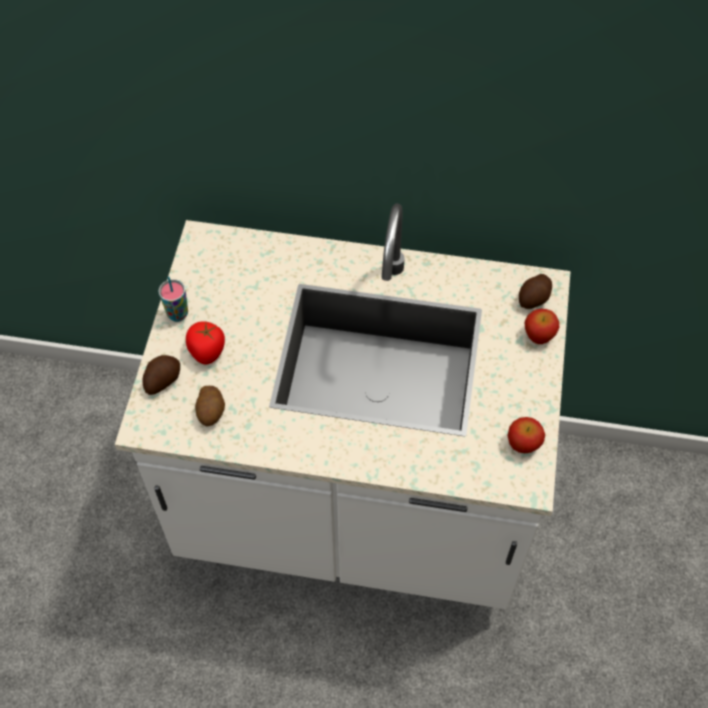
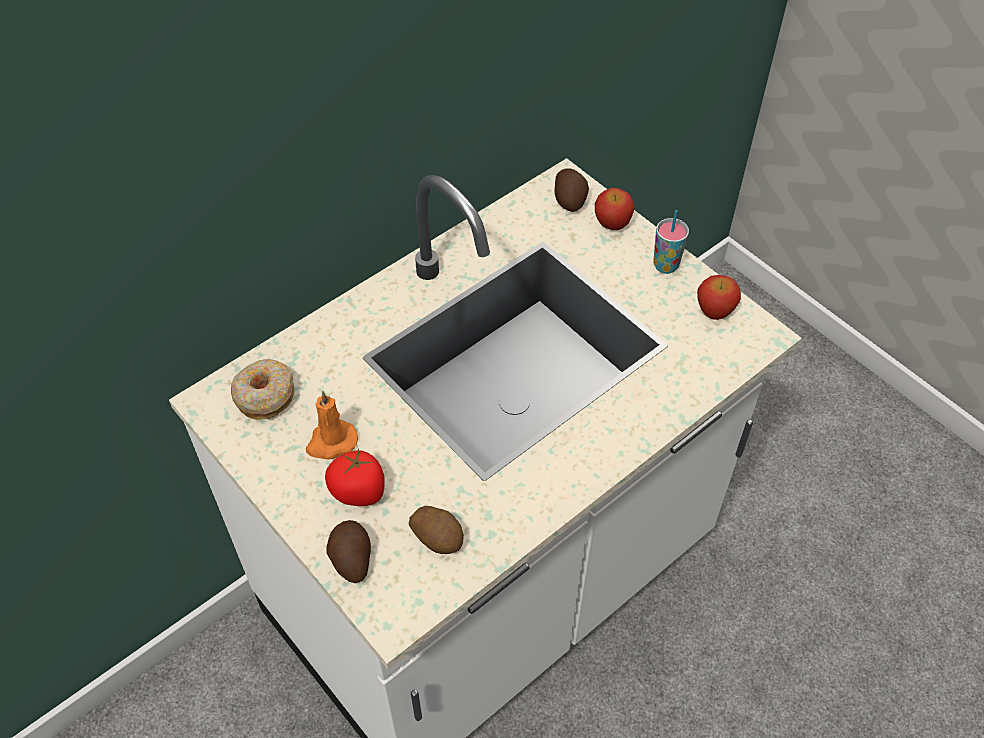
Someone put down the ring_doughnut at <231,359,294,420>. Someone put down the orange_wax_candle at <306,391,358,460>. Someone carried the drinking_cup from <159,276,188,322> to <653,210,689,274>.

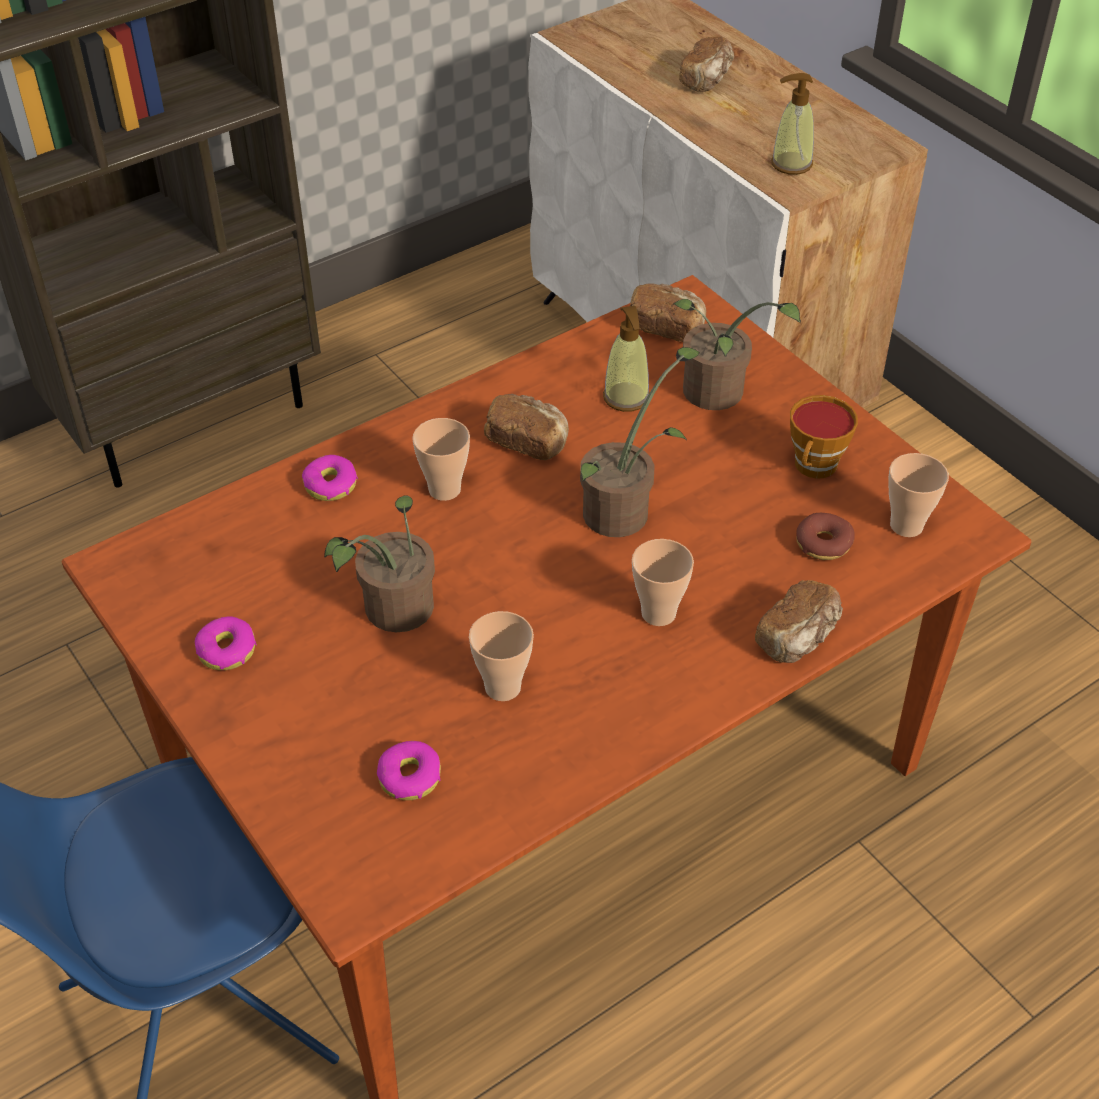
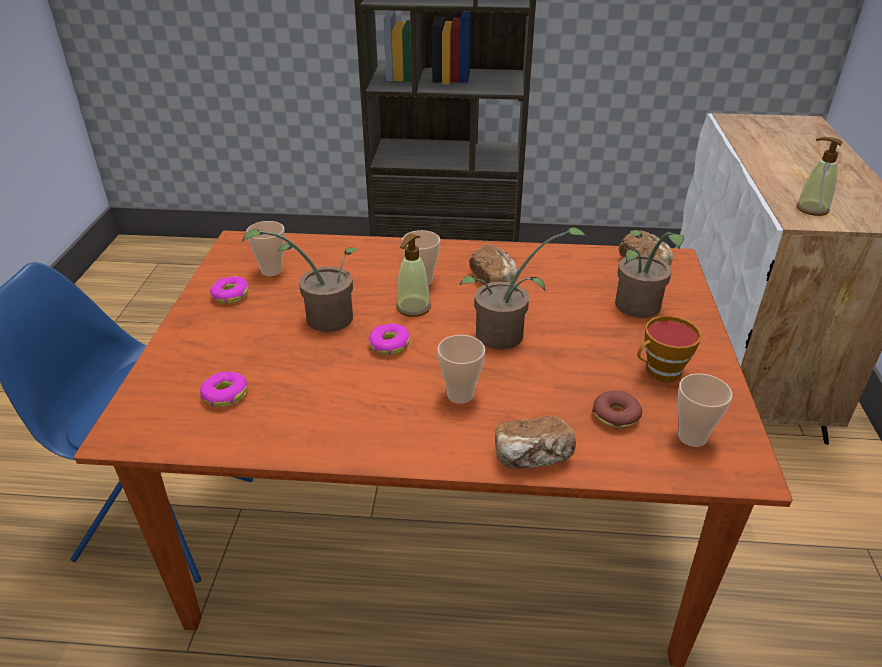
Someone carried the drinking_cup from <469,611,534,701> to <246,221,285,276>. Someone carried the ring_doughnut from <302,455,358,501> to <369,323,409,355>. Someone carried the soap_dispenser from <603,306,649,412> to <396,234,431,317>. Someone took away the bakery_bread at <679,37,734,92>.

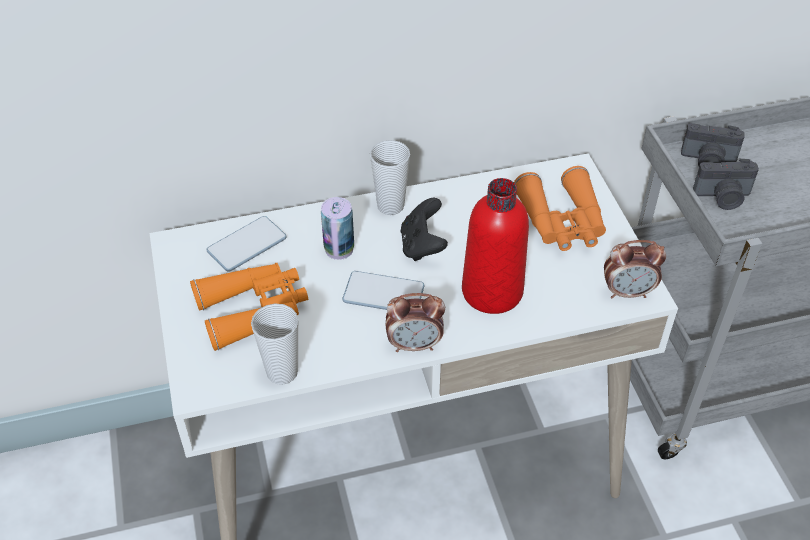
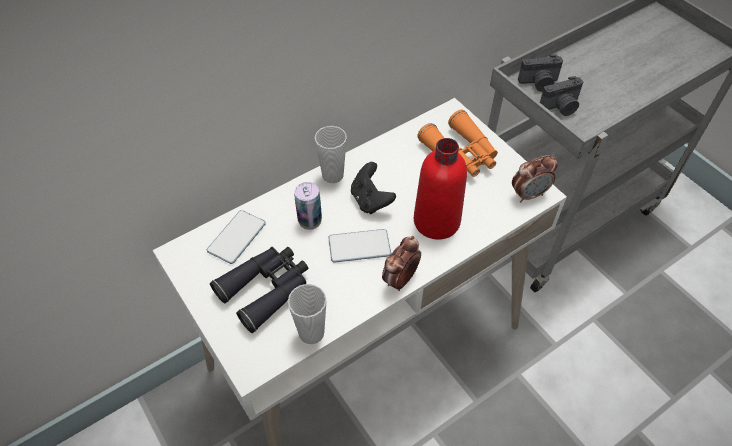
Someone repainted the orange_binoculars at <190,263,308,351>, which became the black-coloured_binoculars at <210,247,309,333>. Someone rotated the bedside_clock at <386,293,445,352> by 150 degrees clockwise.

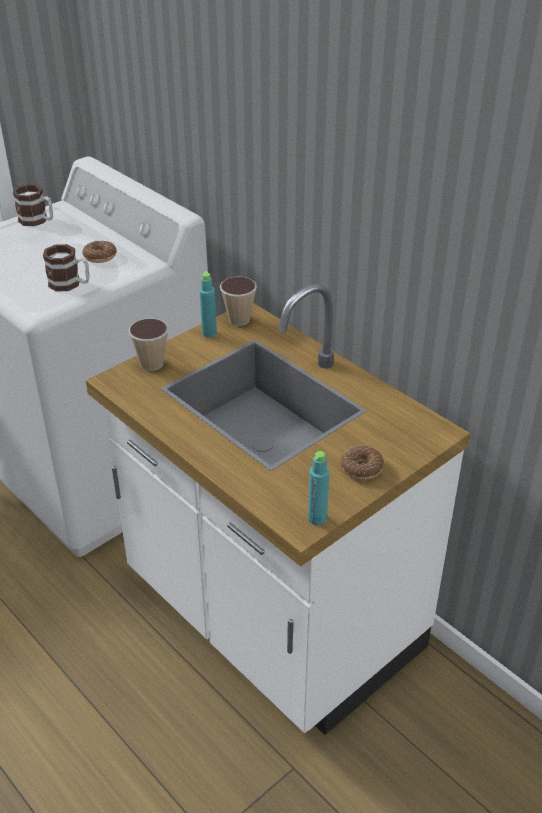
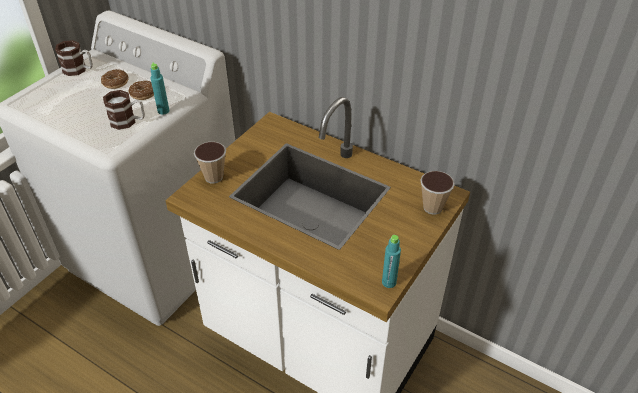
Someone carried the ring_doughnut from <341,446,384,480> to <101,69,129,89>. Someone carried the turquoise-coloured_drink_bottle from <200,271,217,337> to <150,62,170,115>. Someone carried the drinking_cup from <220,276,257,326> to <420,171,455,215>.

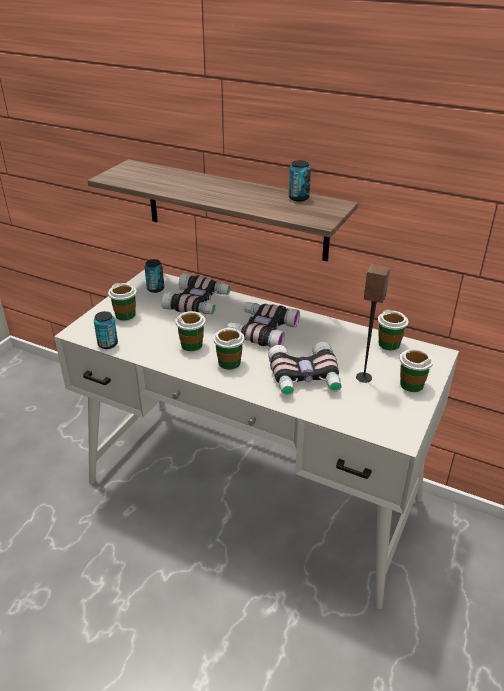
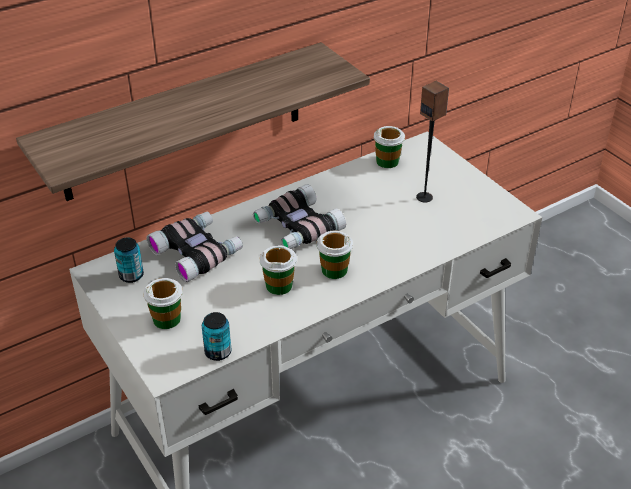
Someone took away the binoculars at <268,342,342,396>. Someone took away the sealed_can at <289,160,311,202>. Someone took away the drinking_cup at <400,349,433,392>.

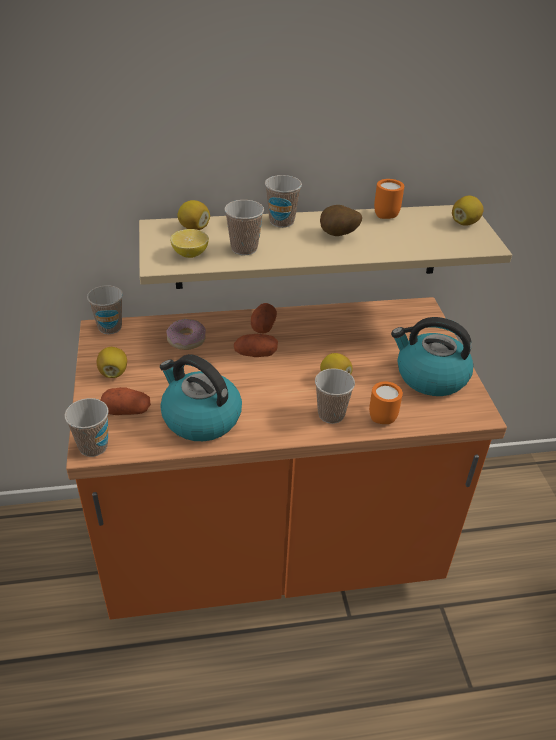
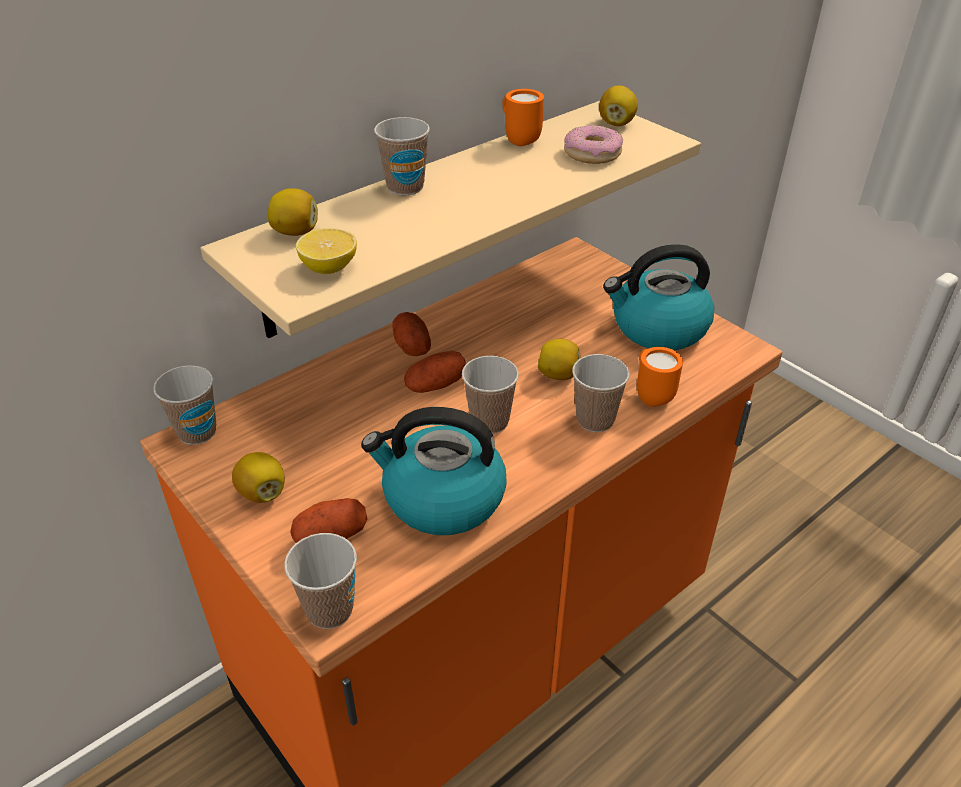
Someone carried the drinking_cup from <224,200,264,255> to <462,356,519,434>. Someone carried the ring_doughnut from <166,319,206,350> to <564,125,623,164>. Someone took away the potato at <320,205,362,236>.

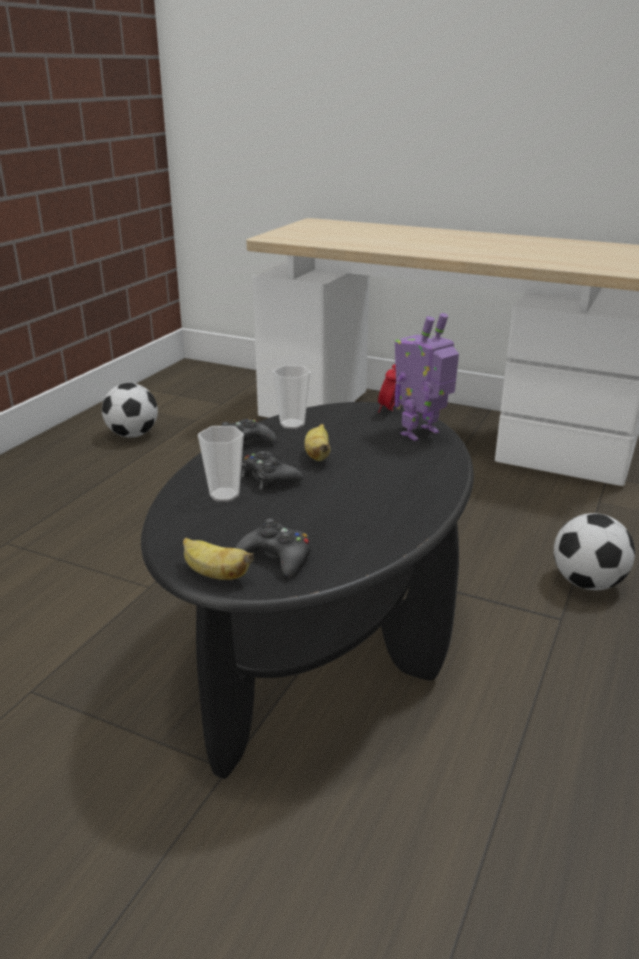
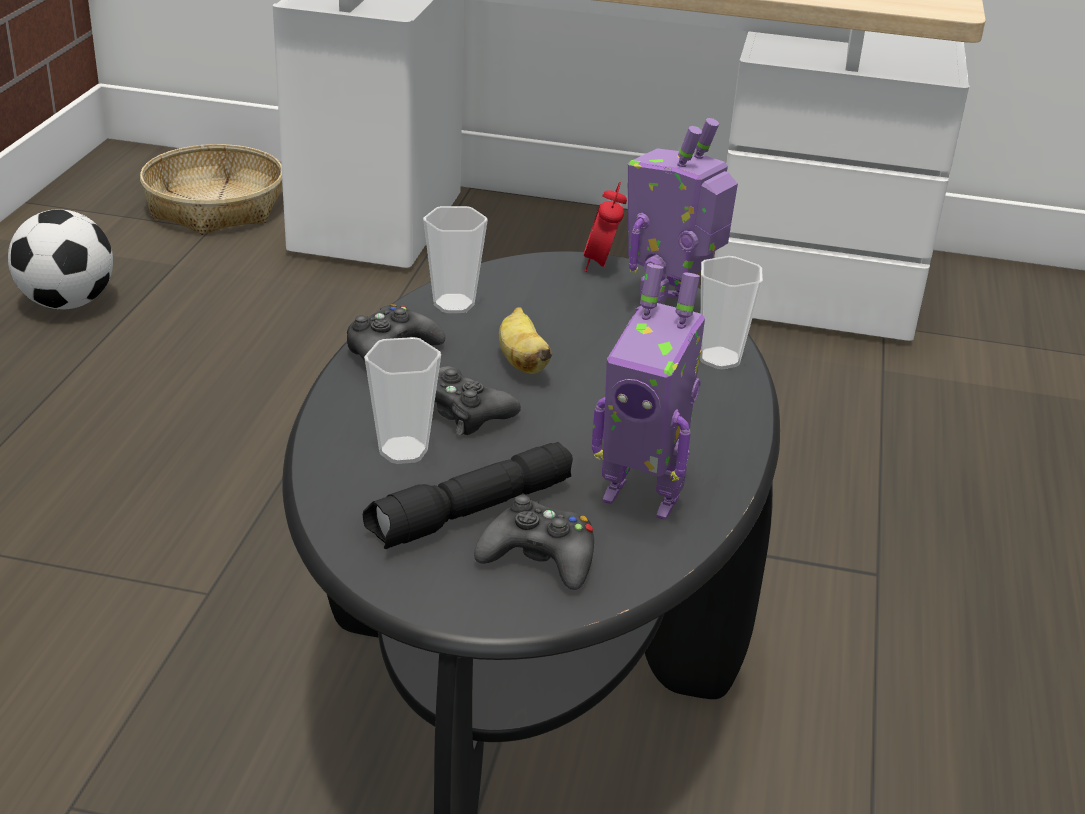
Someone put down the basket at <140,144,282,235>. Someone put down the black-coloured_flashlight at <363,442,573,549>. Someone put down the robot_figure at <592,264,705,520>. Someone put down the drinking_cup at <700,256,763,370>. Someone took away the banana_fruit at <183,538,254,580>. Someone took away the ball_for_football at <554,513,635,590>.

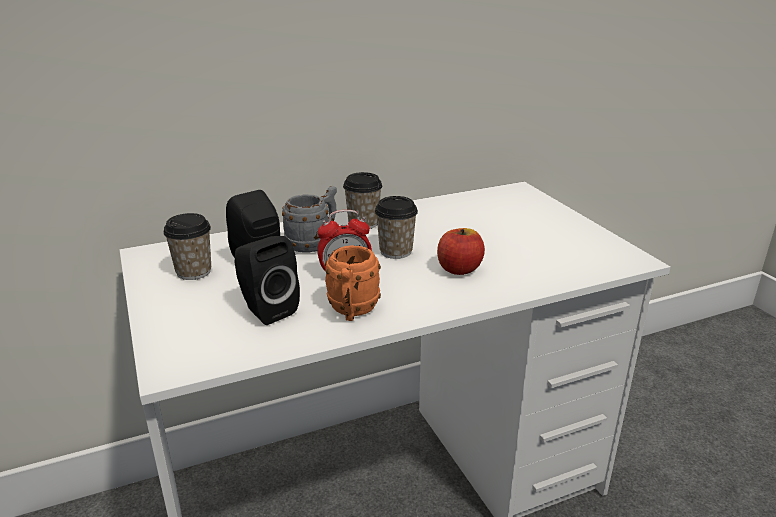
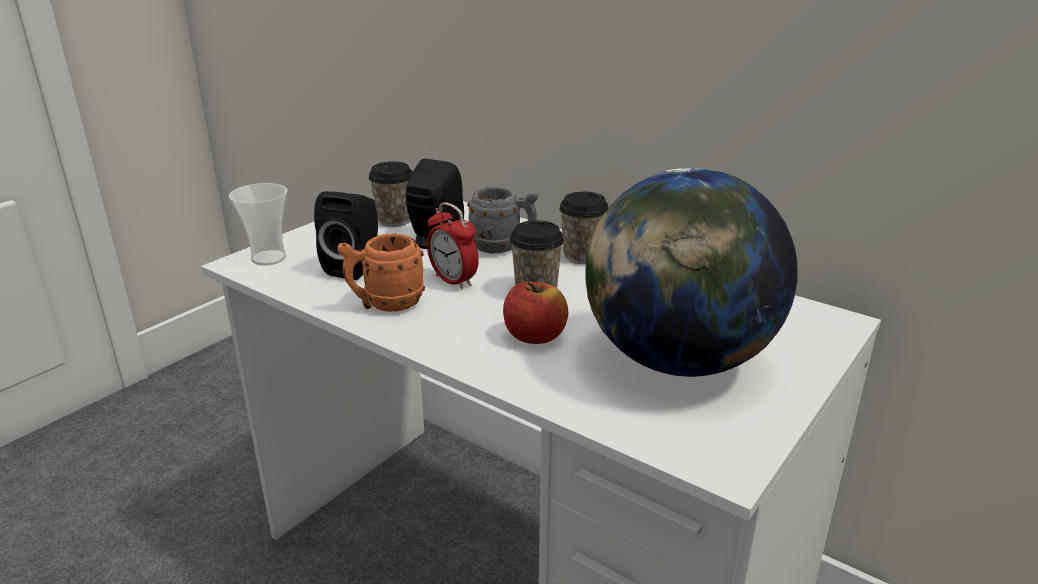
Someone put down the drinking_cup at <229,183,287,265>. Someone put down the desk_globe at <585,168,797,377>.

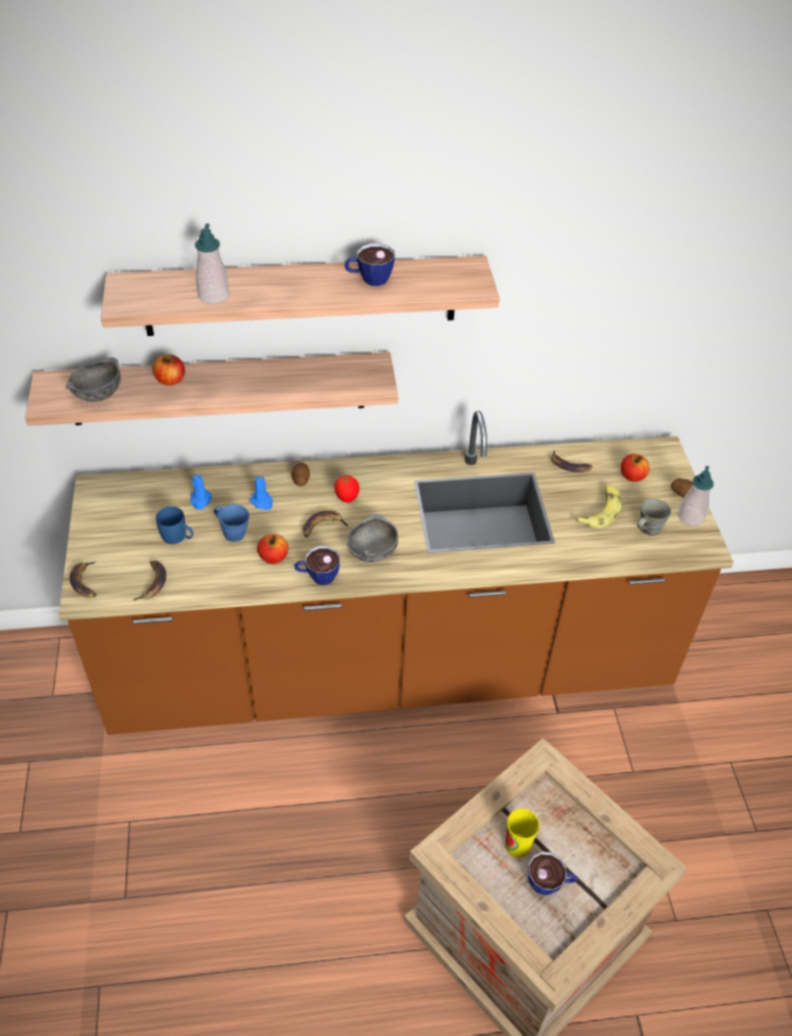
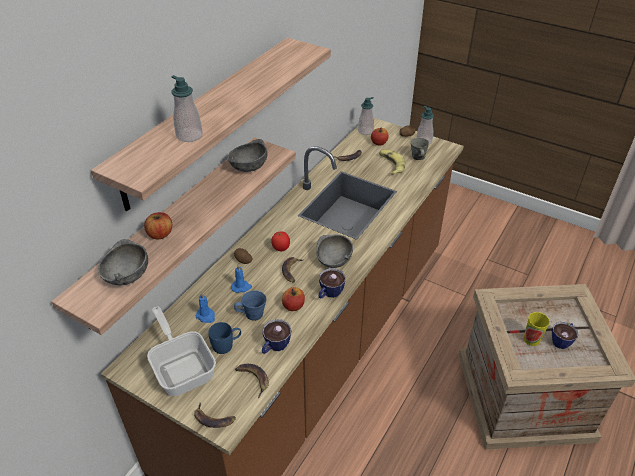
Someone put down the skillet at <147,307,216,396>. Someone put down the grey_bowl at <228,139,268,172>. Someone carried the drinking_cup from <345,243,395,286> to <262,319,291,354>. Someone put down the soap_dispenser at <358,97,374,135>.

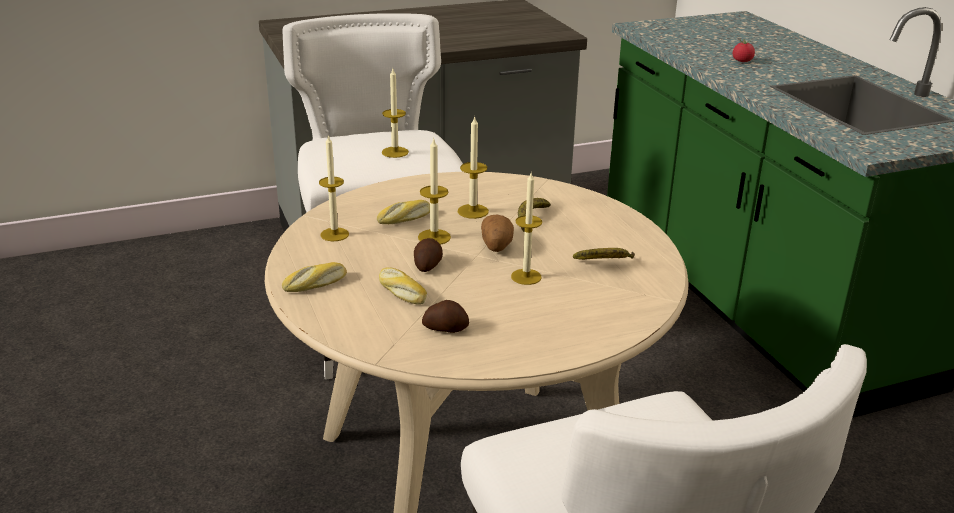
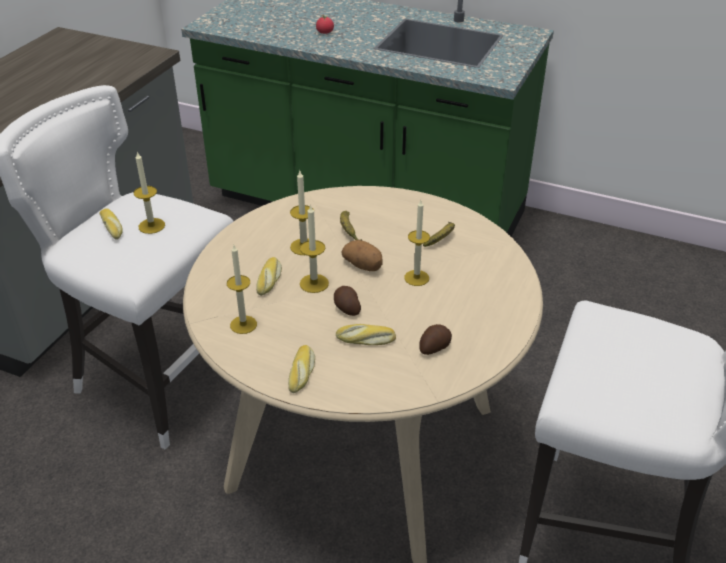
Someone put down the bakery_bread at <99,209,123,240>.

